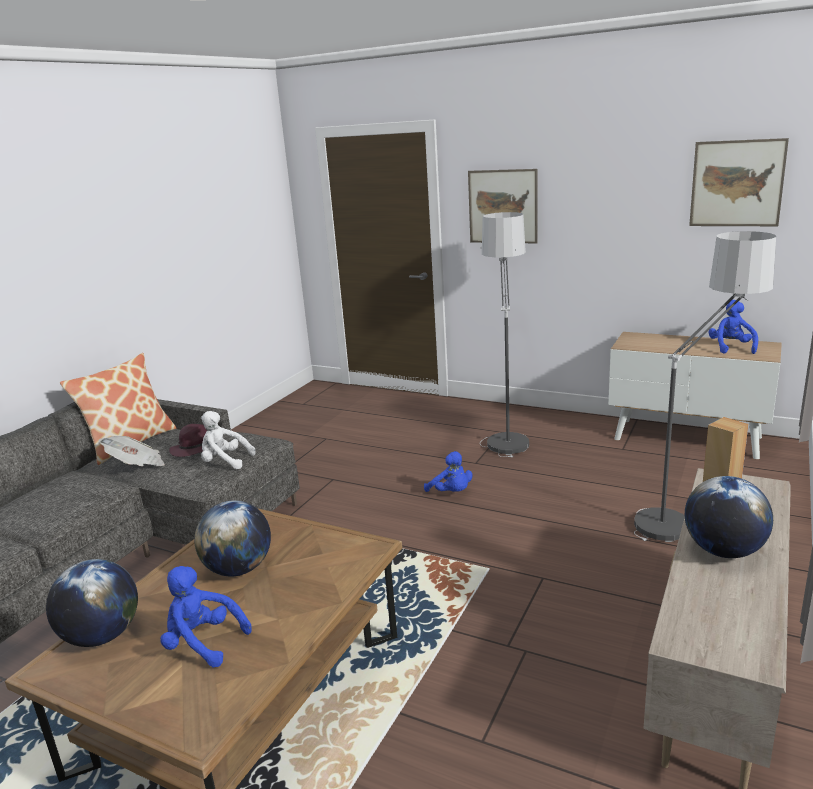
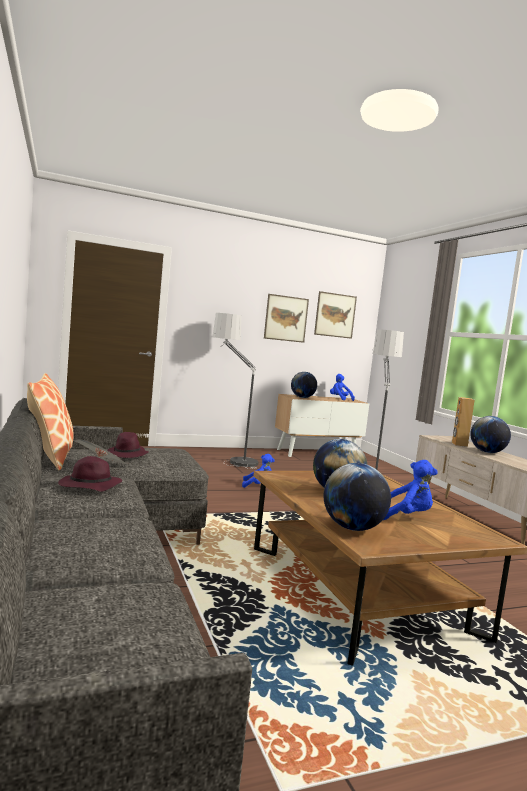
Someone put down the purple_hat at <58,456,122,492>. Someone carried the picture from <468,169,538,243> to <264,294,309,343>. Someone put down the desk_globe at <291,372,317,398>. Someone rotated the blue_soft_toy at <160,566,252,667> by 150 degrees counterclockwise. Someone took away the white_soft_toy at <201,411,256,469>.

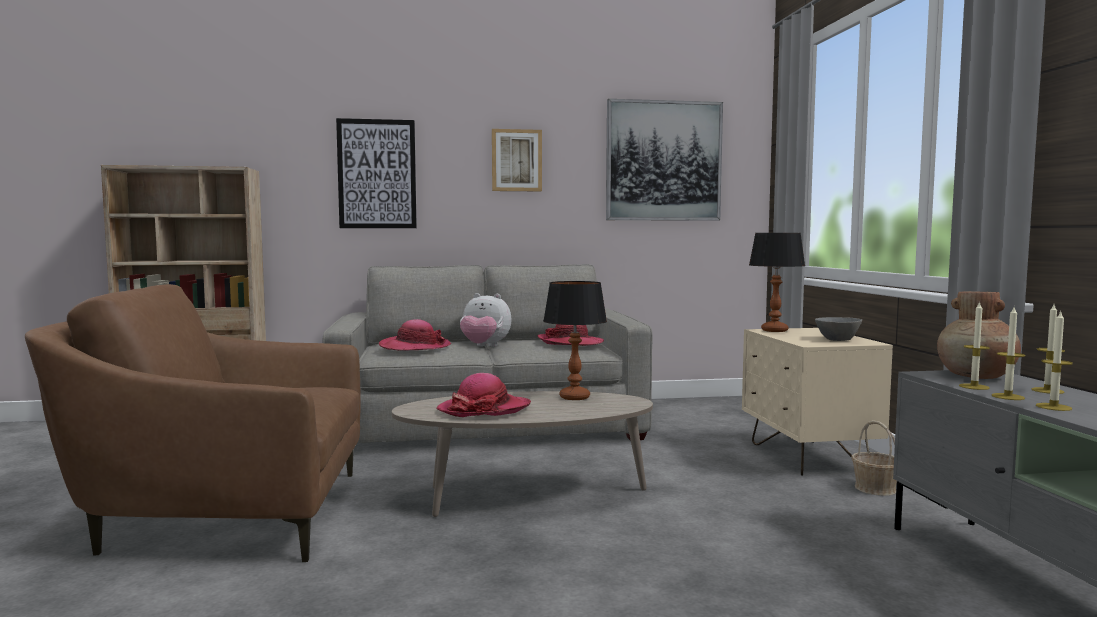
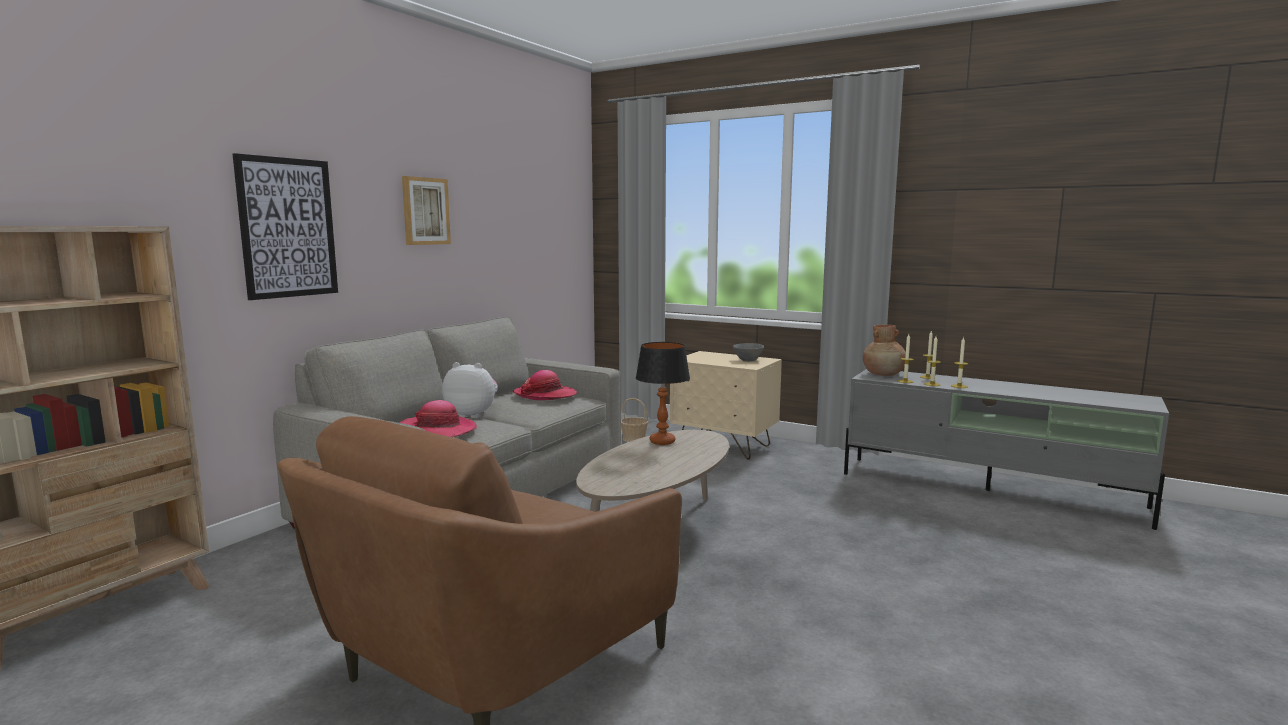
Someone rotated the soft_toy at <460,293,512,347> by 135 degrees counterclockwise. Someone carried the basket from <851,420,897,496> to <621,398,649,442>. Someone took away the hat at <437,373,531,417>. Someone took away the picture at <606,99,723,221>. Someone took away the lamp_for_a_table at <749,233,805,332>.

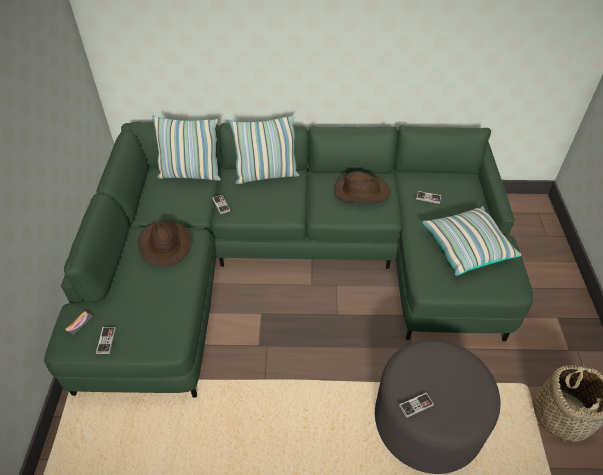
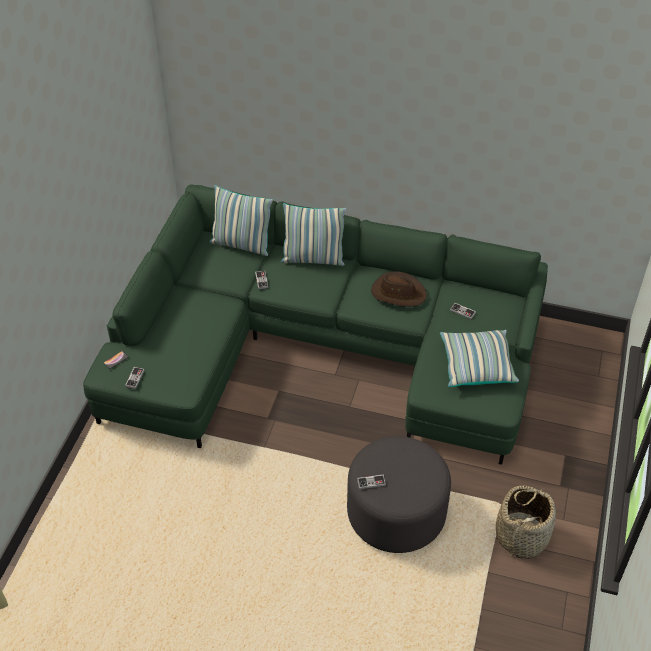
Someone took away the brown-coloured_hat at <137,221,191,267>.

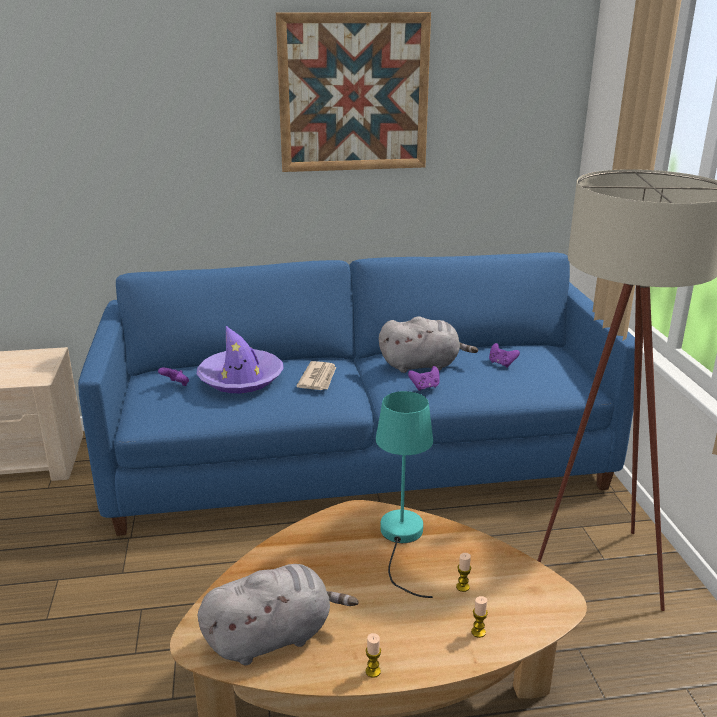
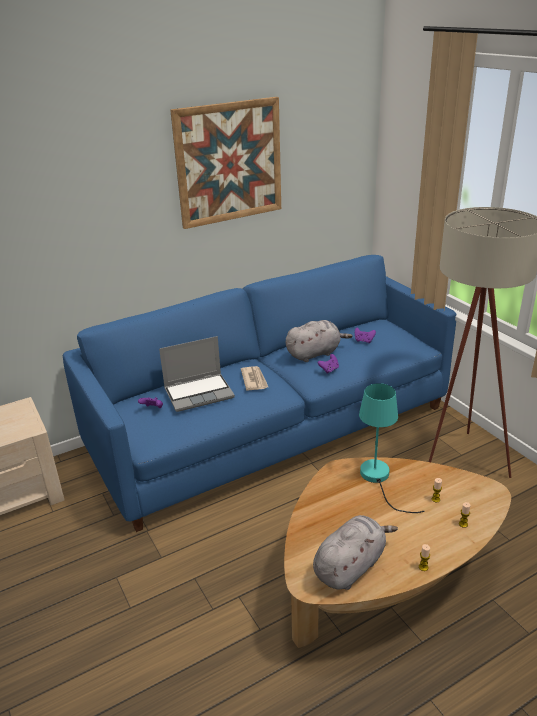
Someone swapped the purple_hat at <197,326,284,393> for the notebook_computer at <159,336,235,412>.

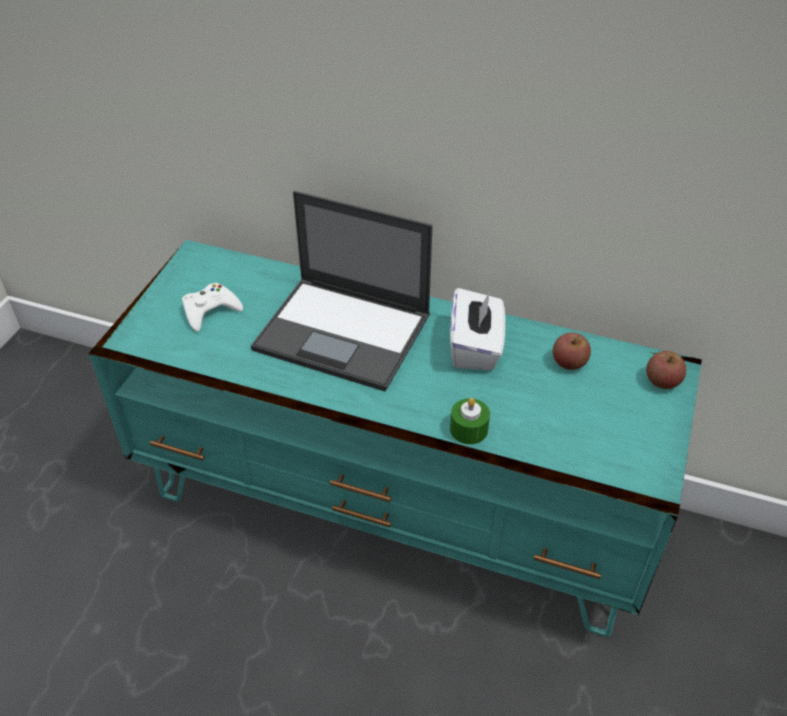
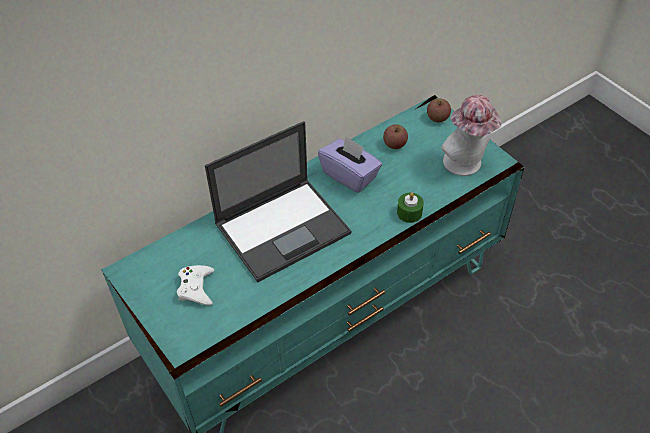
Someone repainted the white_box_of_tissues at <450,288,505,370>, which became the purple_box_of_tissues at <318,136,382,193>. Someone put down the hat at <442,95,501,176>.

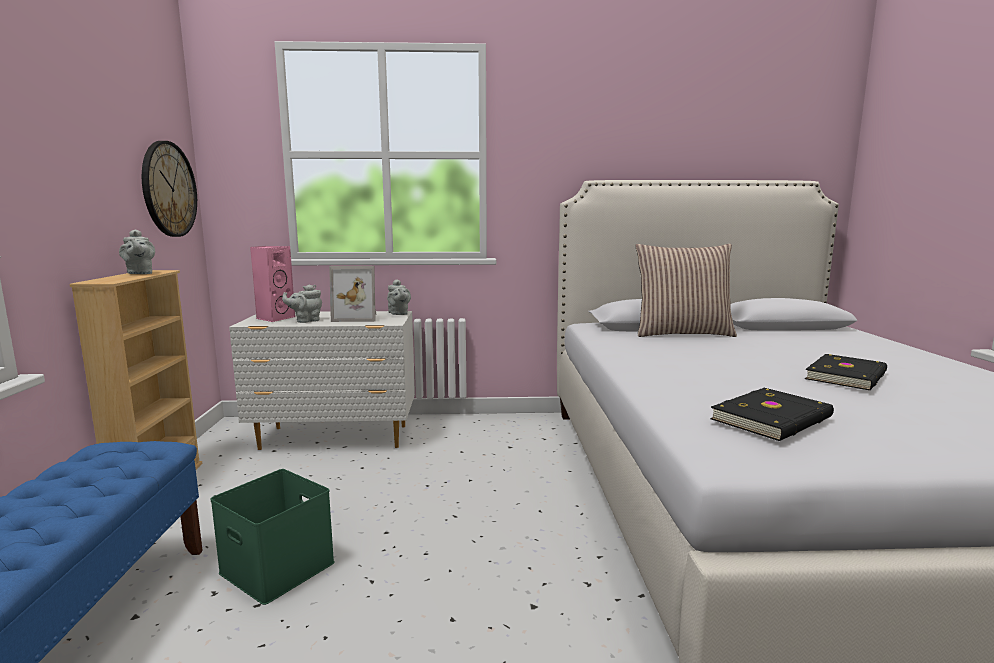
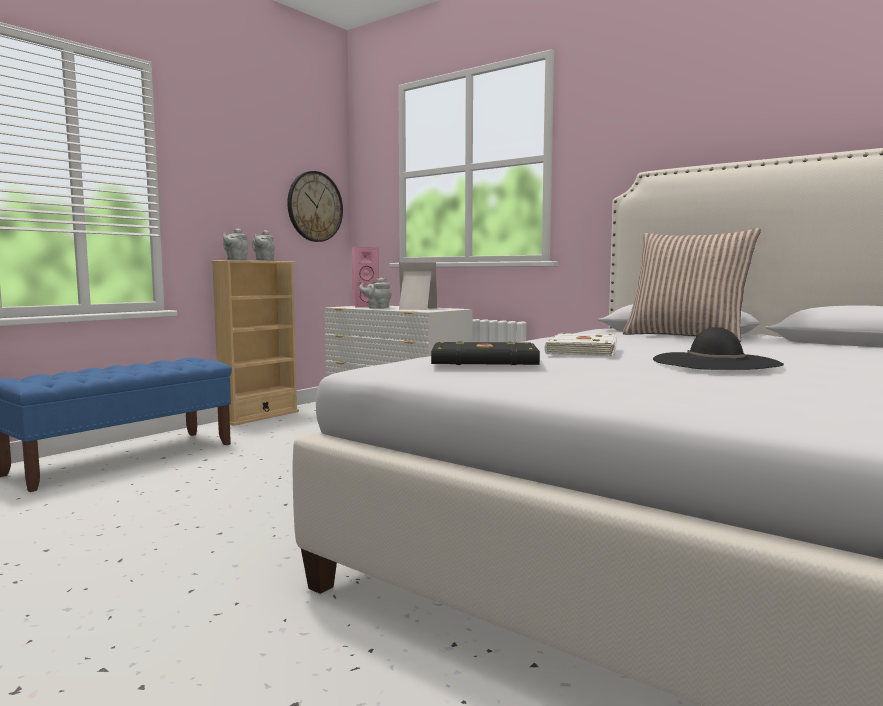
Someone carried the grey_teapot from <387,280,411,315> to <222,228,248,260>. Someone rotated the photo_frame at <329,266,376,322> by 150 degrees clockwise. Someone put down the white_volume at <545,333,617,357>. Someone swapped the black-coloured_volume at <805,354,887,390> for the black-coloured_hat at <653,327,784,370>. Someone took away the green_storage_box at <211,469,335,605>.

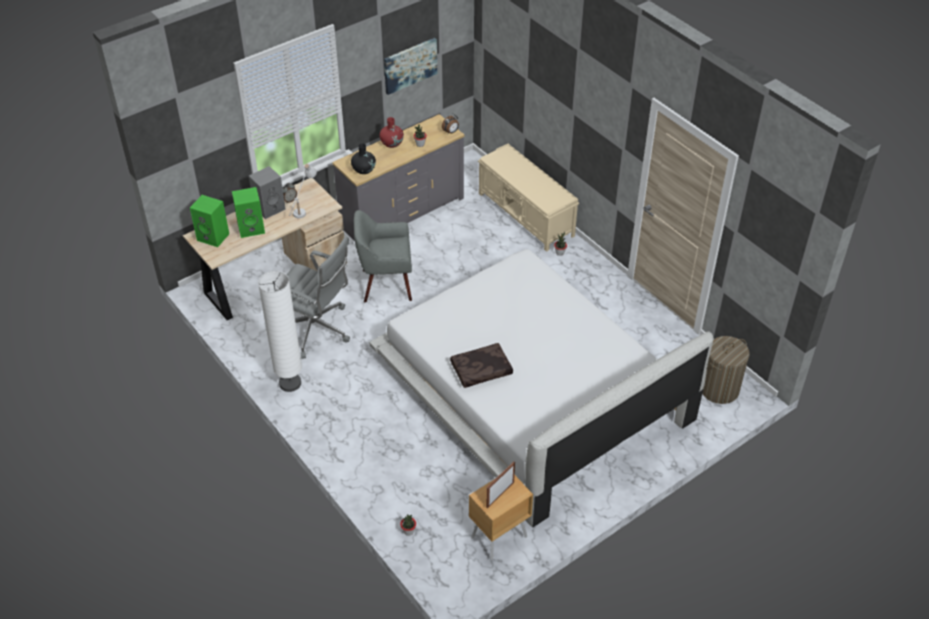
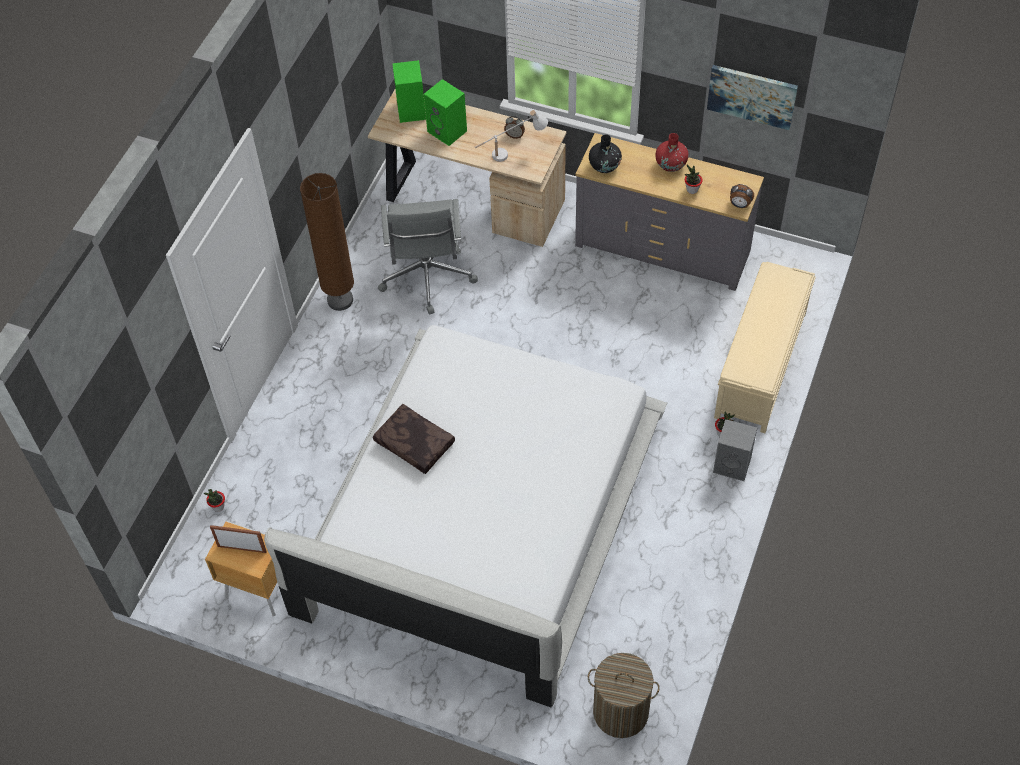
Someone repainted the white_floor_lamp at <258,271,302,392>, which became the brown-coloured_floor_lamp at <300,173,354,311>. Someone carried the grey_speaker from <249,166,286,219> to <713,419,757,481>. Someone took away the grey_lounge_chair at <354,210,412,302>.

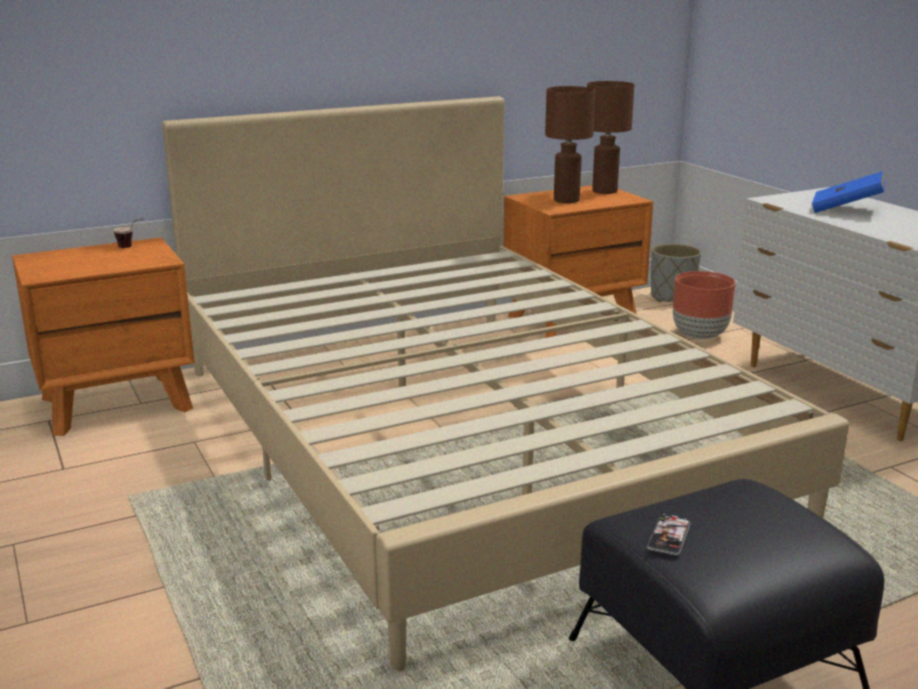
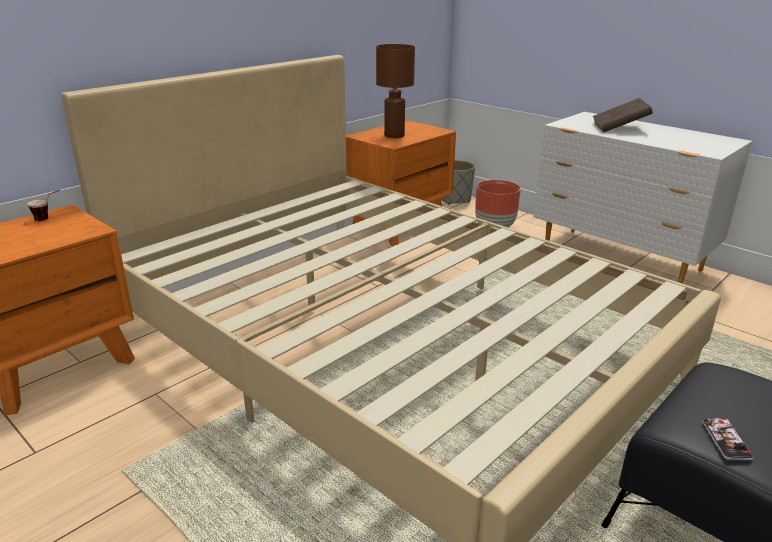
Someone repainted the blue_volume at <812,171,885,213>, which became the brown-coloured_volume at <592,98,653,133>. Someone took away the brown-coloured_lamp_for_a_table at <587,81,634,194>.

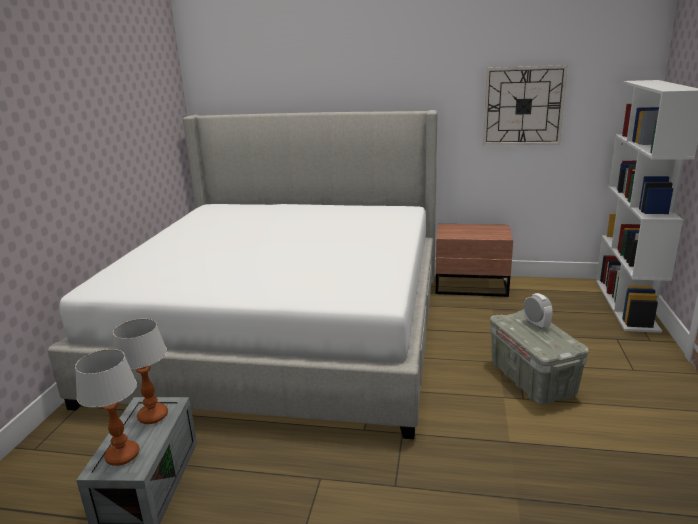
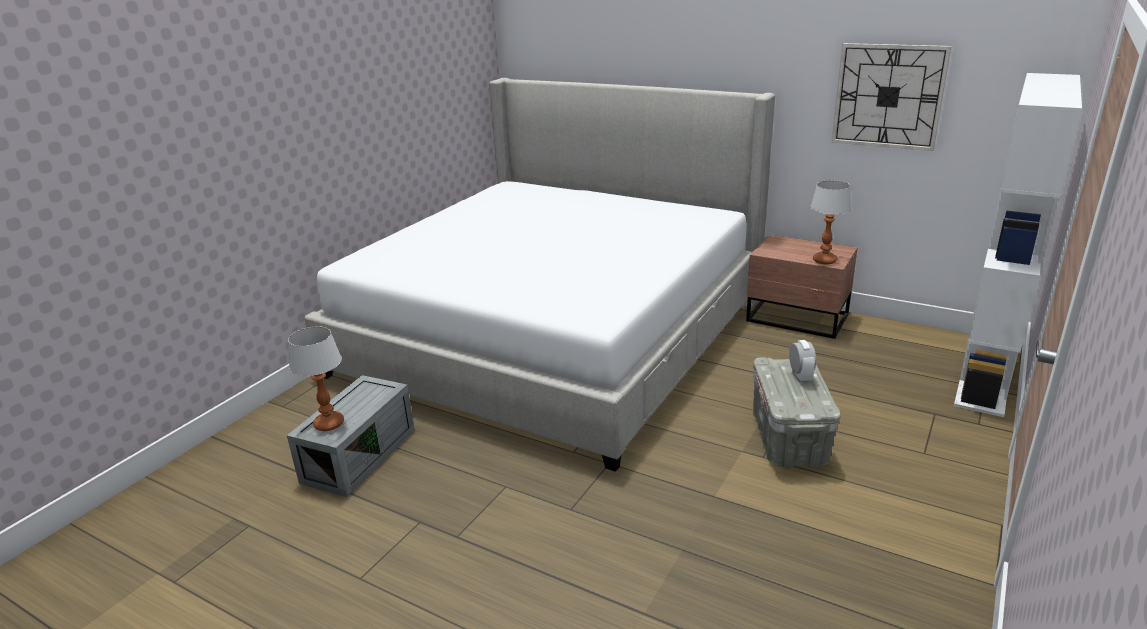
Someone carried the lamp_for_a_table from <113,319,168,424> to <810,180,851,264>.

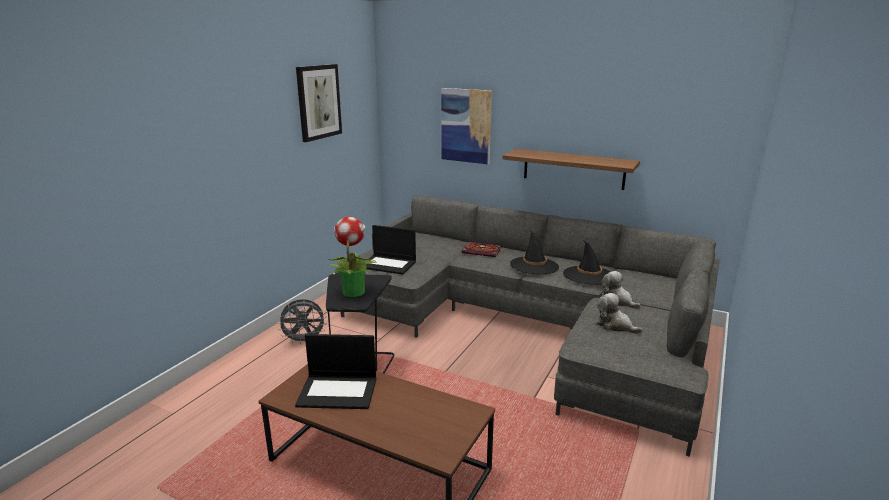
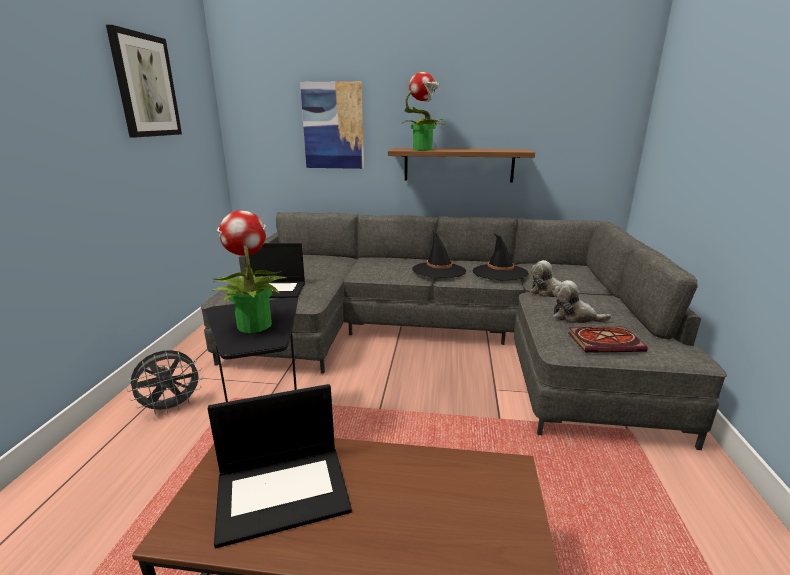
Someone put down the plant_in_a_pot at <403,72,446,151>. Someone carried the volume from <462,242,501,257> to <568,326,648,353>.

